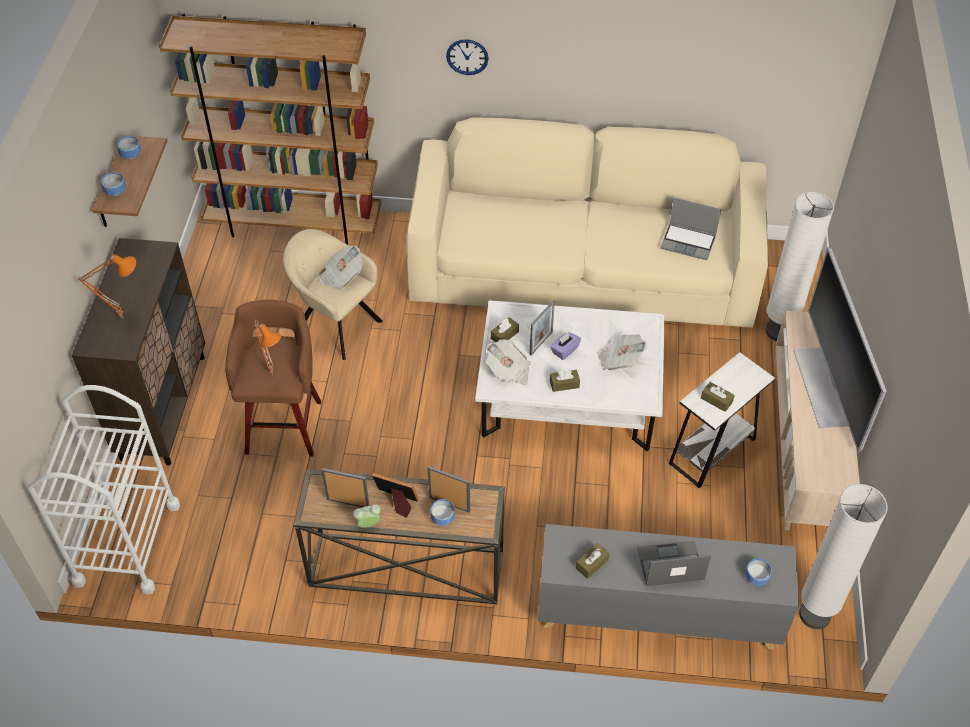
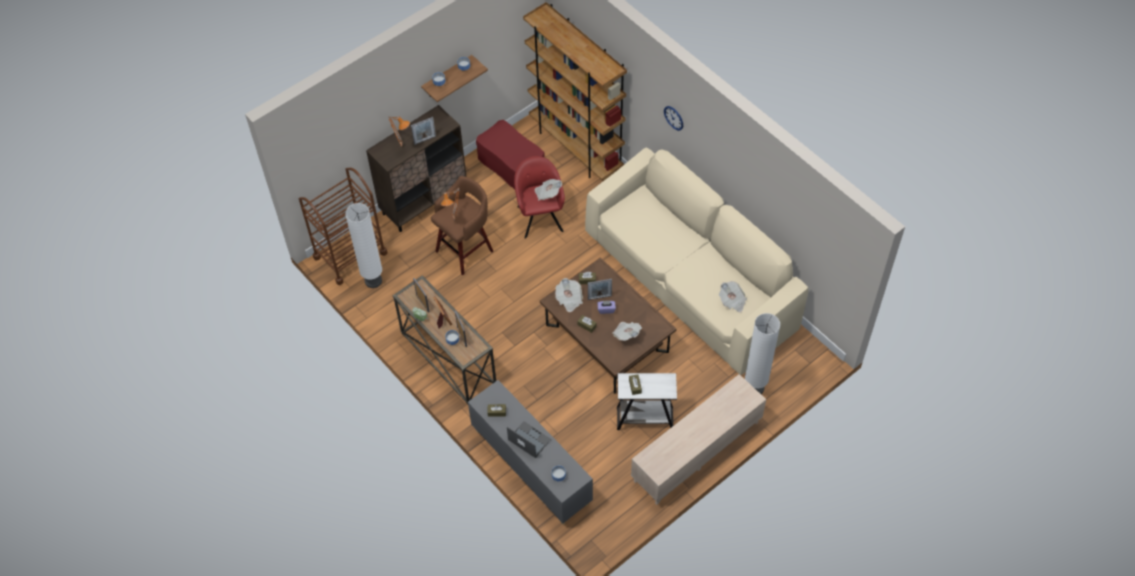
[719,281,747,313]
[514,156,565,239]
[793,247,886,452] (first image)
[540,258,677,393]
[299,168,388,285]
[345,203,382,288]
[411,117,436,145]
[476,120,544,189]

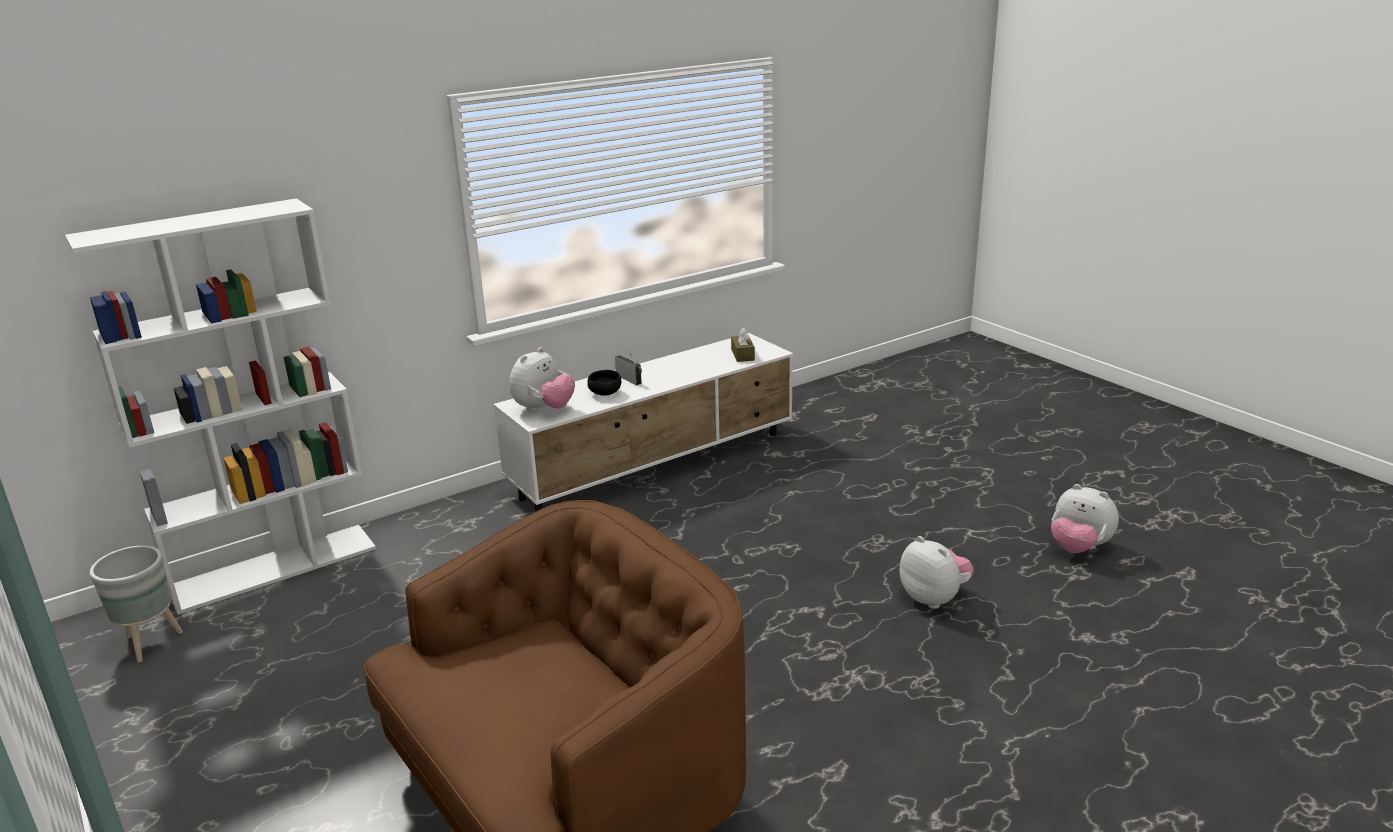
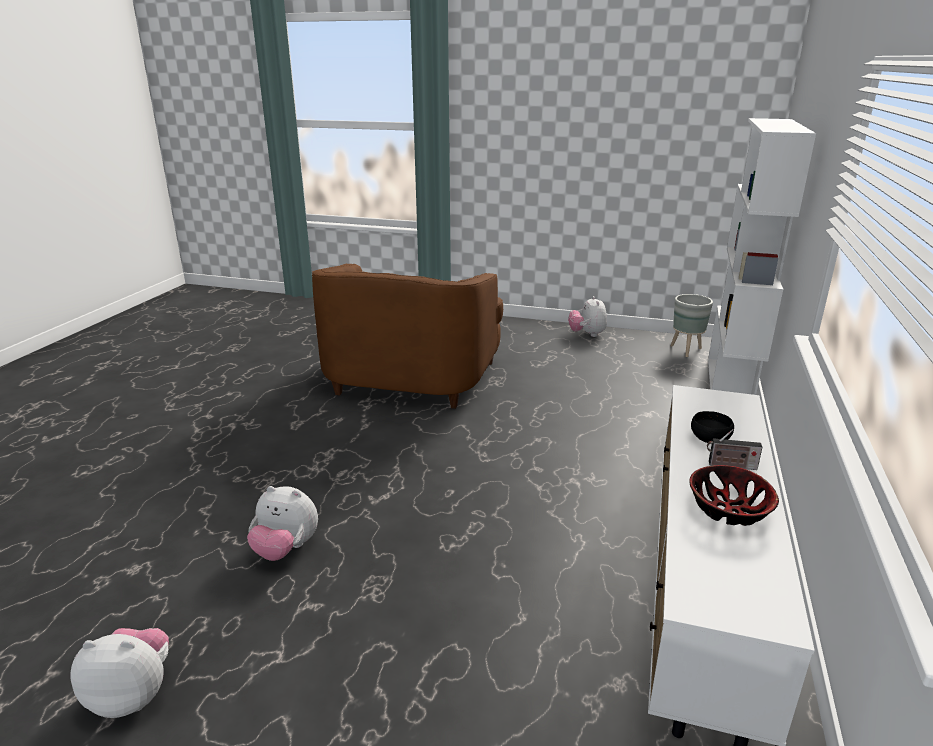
[731,328,755,362] (first image)
[568,296,607,337]
[689,465,779,526]

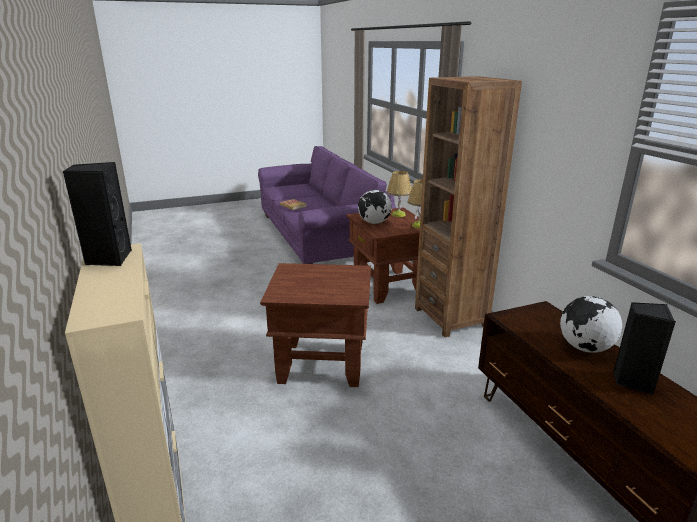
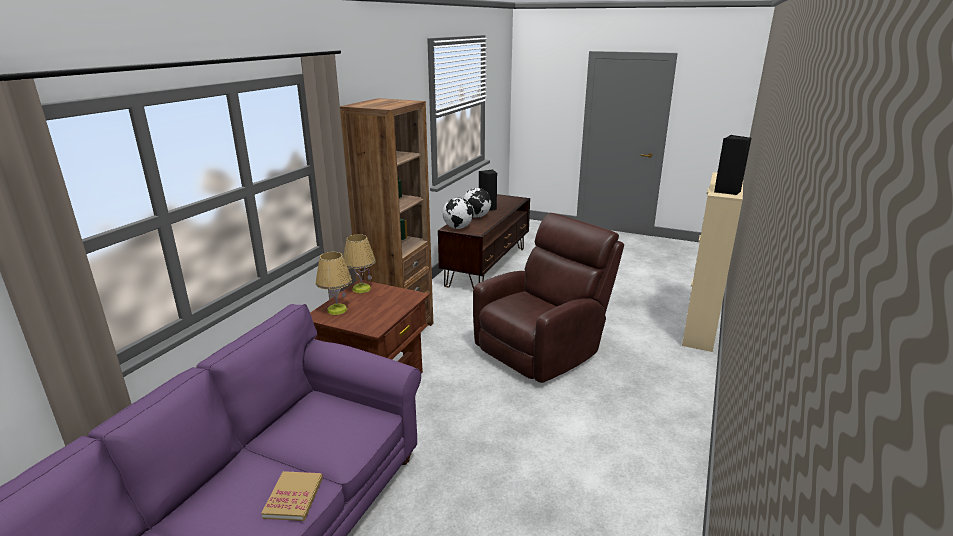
[442,198,473,229]
[473,213,624,383]

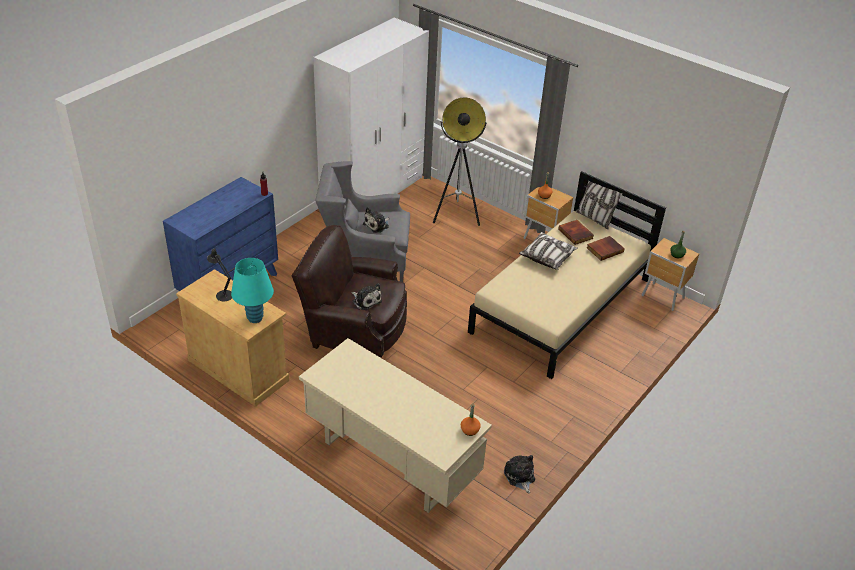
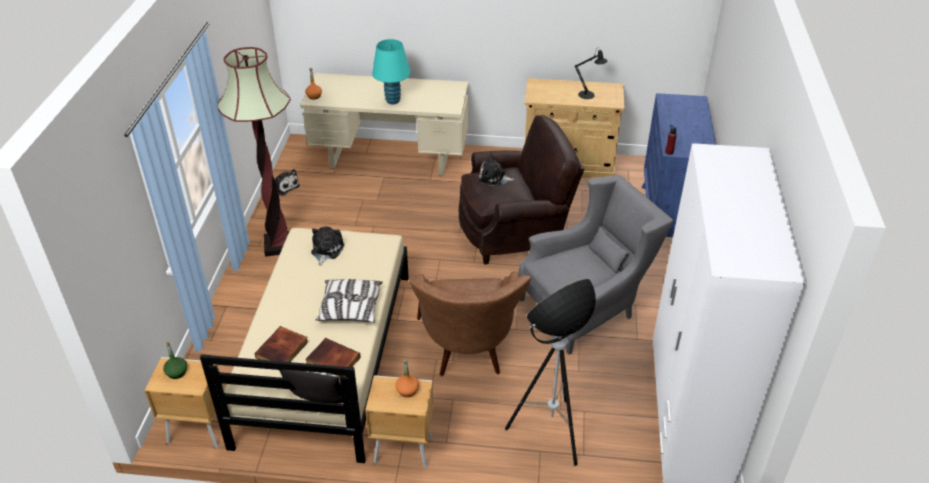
[311,227,344,266]
[372,39,411,105]
[218,47,291,257]
[409,271,531,376]

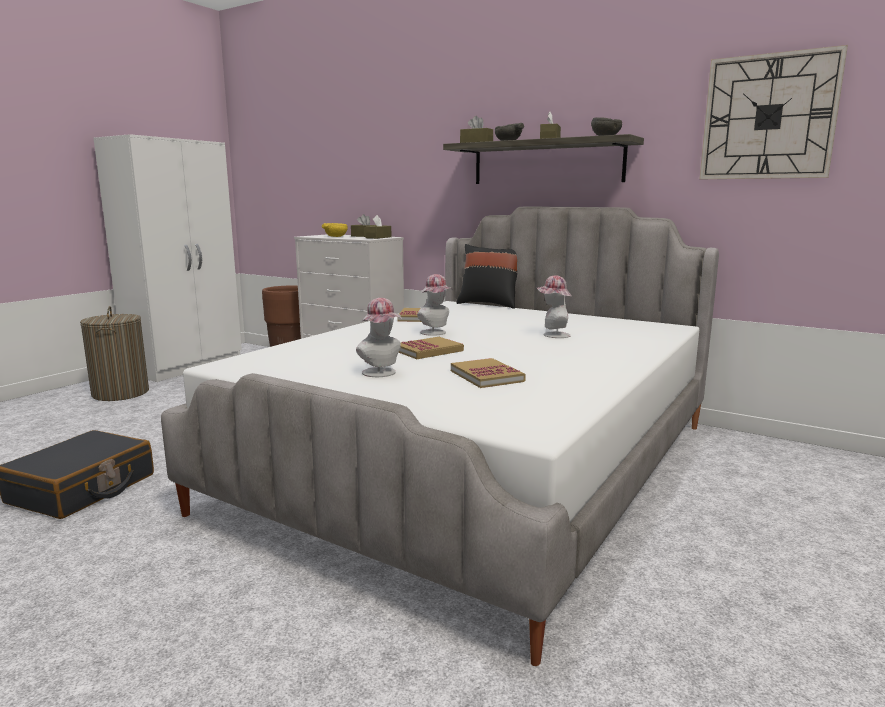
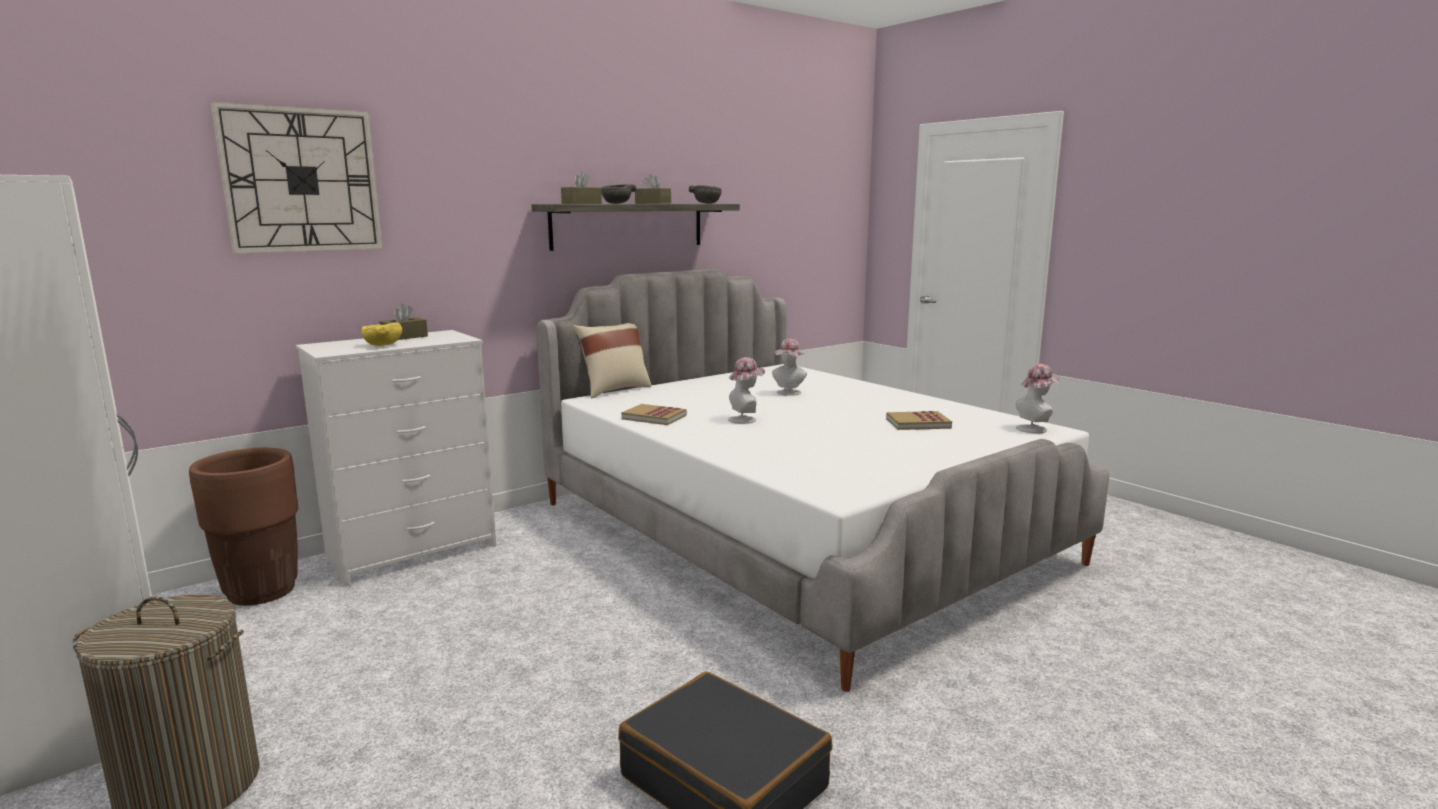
[211,102,383,254]
[365,215,391,239] (first image)
[573,323,651,398]
[1015,364,1059,433]
[398,337,464,359] (first image)

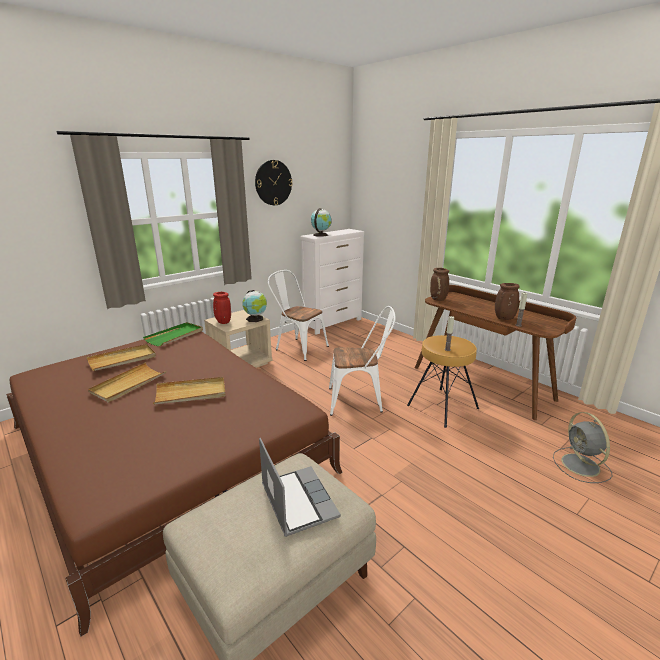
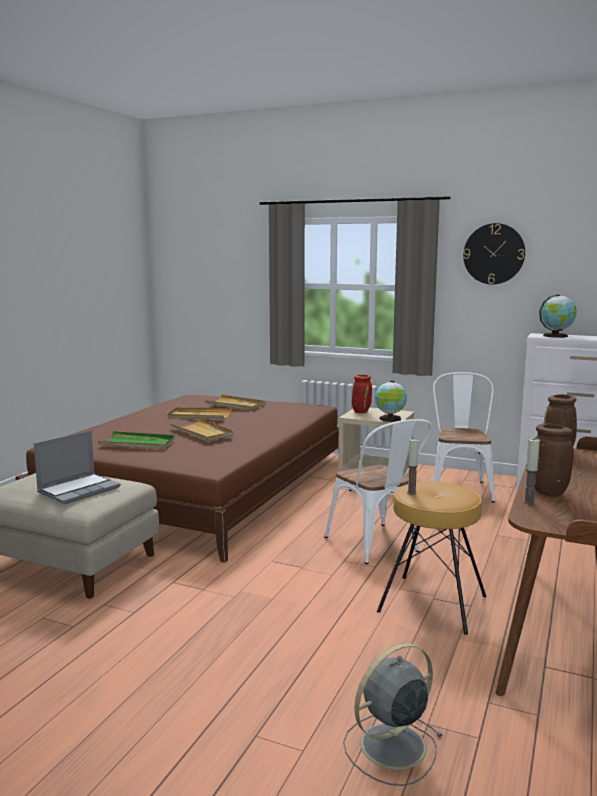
[98,431,175,450]

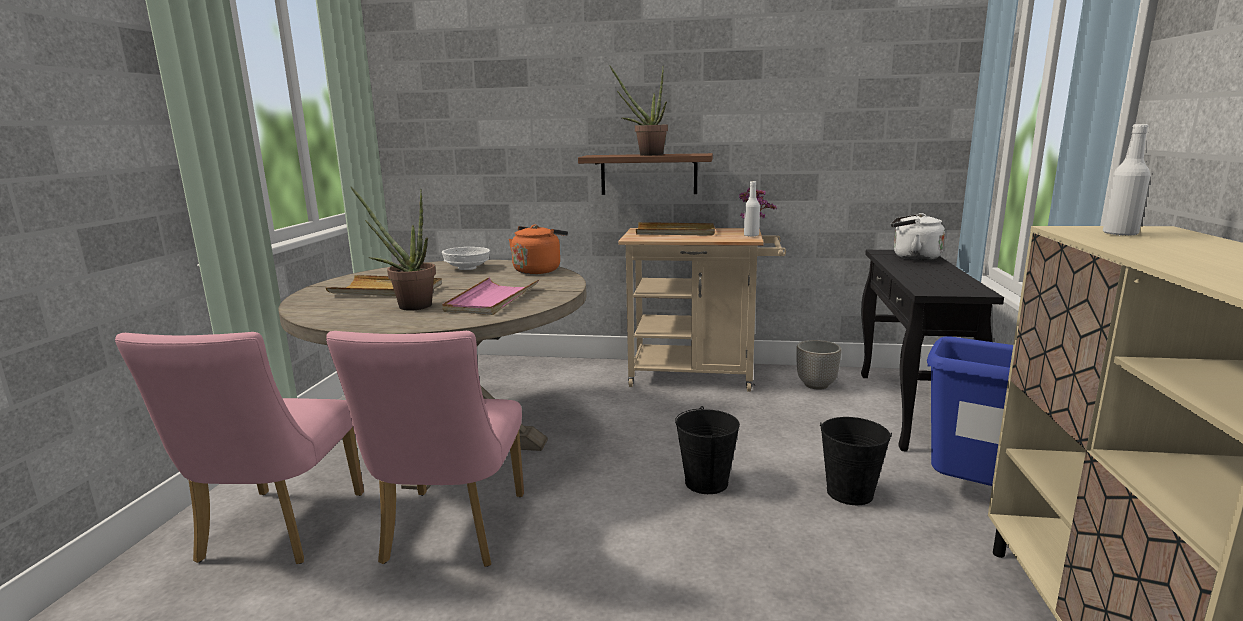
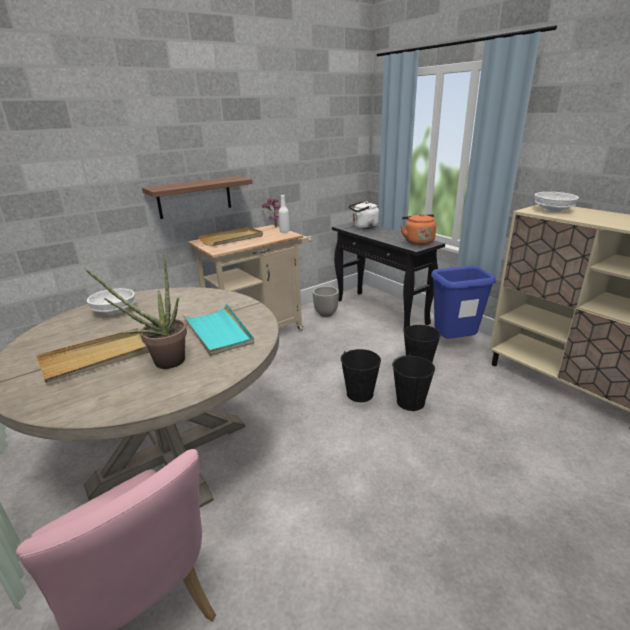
[609,65,668,156] (first image)
[535,192,579,212]
[401,213,436,245]
[182,303,254,356]
[326,331,524,567] (first image)
[392,354,435,411]

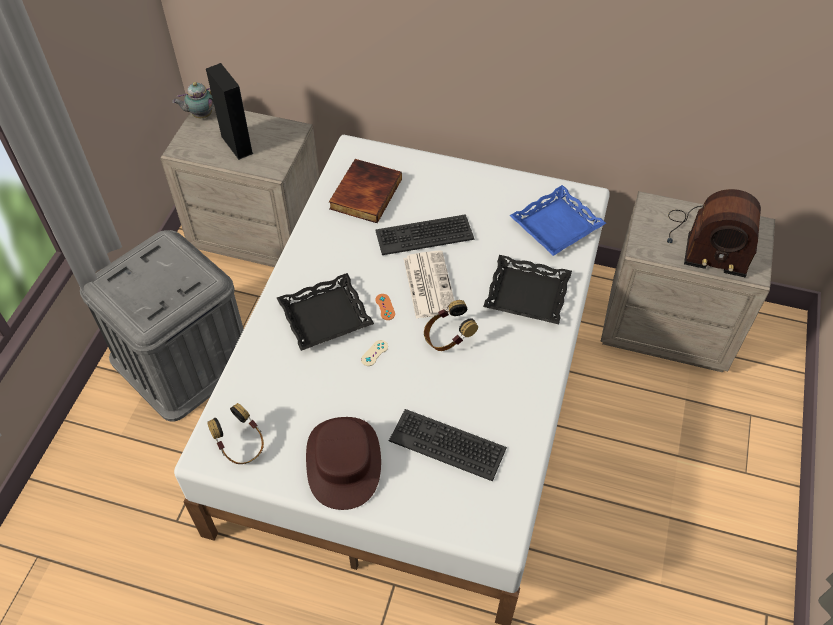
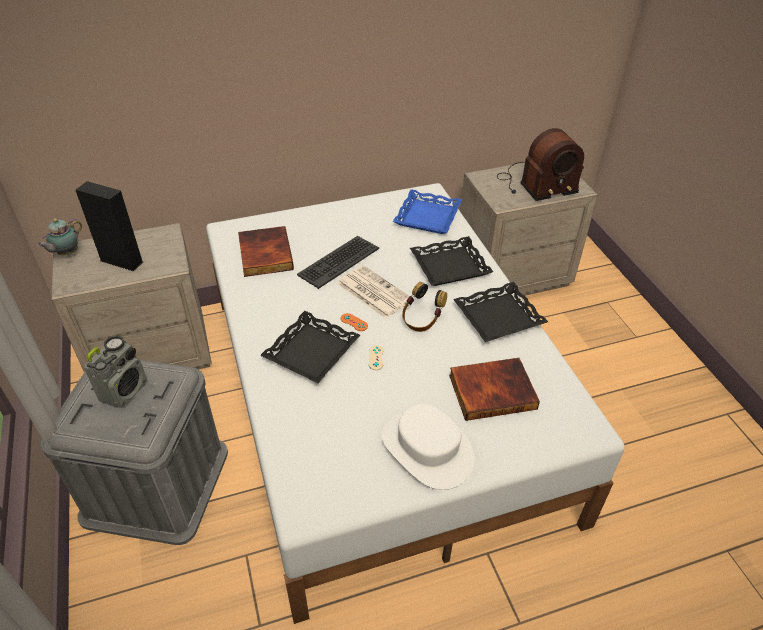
[207,403,264,464] (first image)
[449,358,540,421]
[381,403,475,490]
[453,282,548,342]
[84,336,147,408]

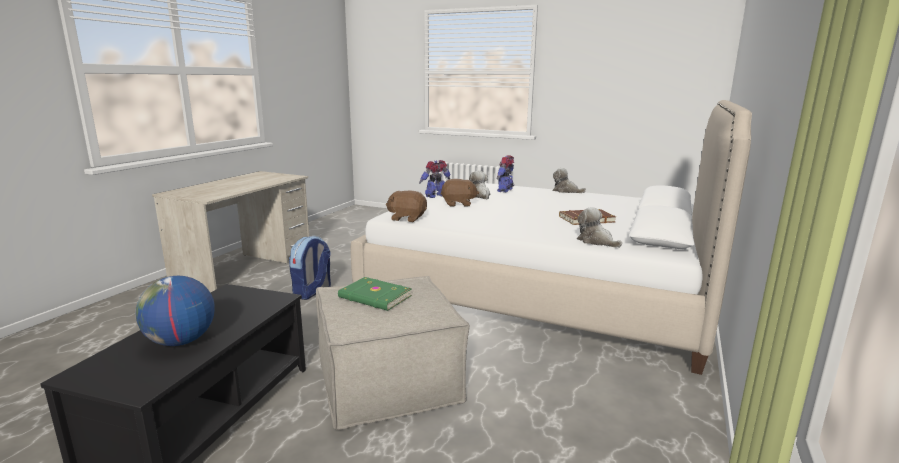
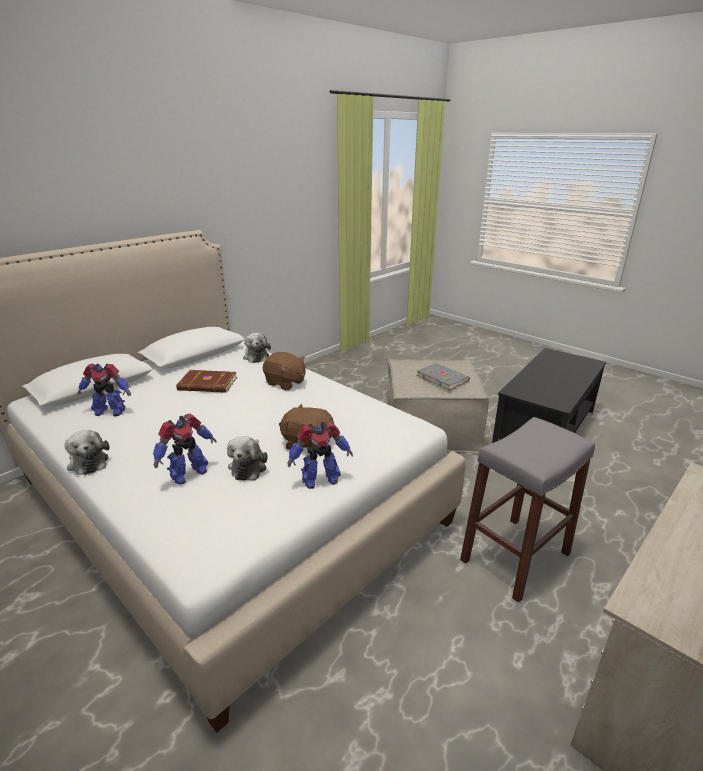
[263,352,306,390]
[460,417,595,603]
[135,276,215,346] (first image)
[416,363,470,391]
[77,364,131,416]

